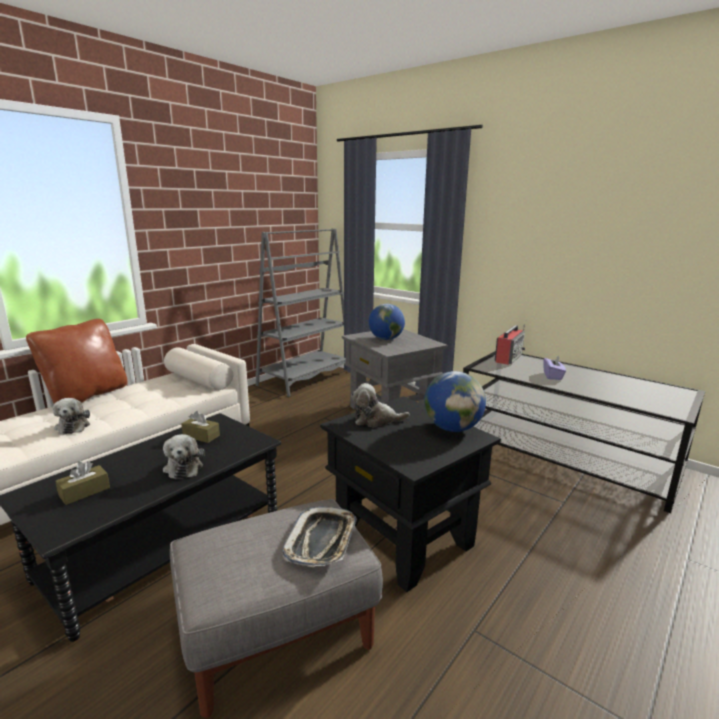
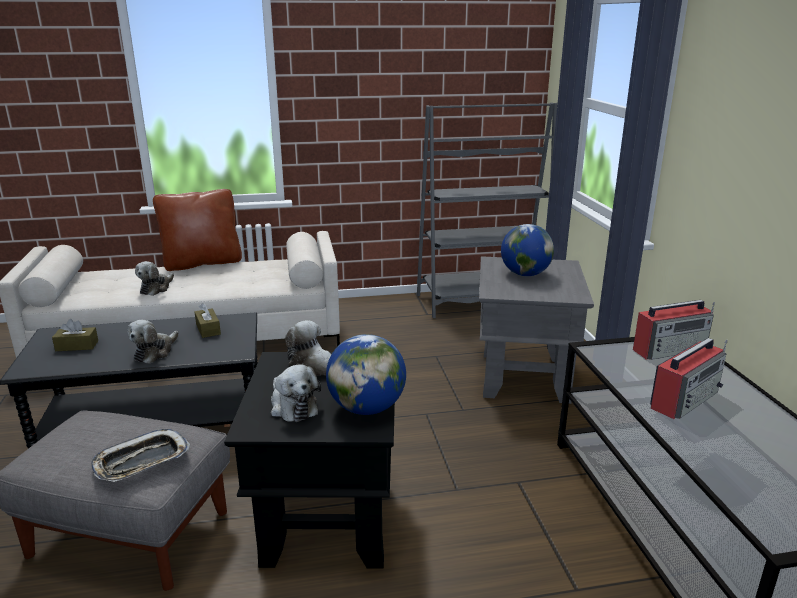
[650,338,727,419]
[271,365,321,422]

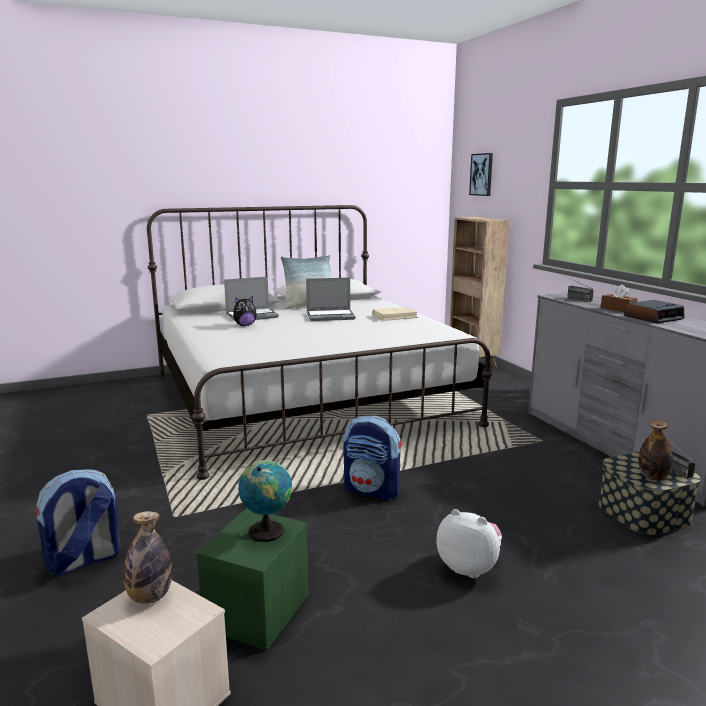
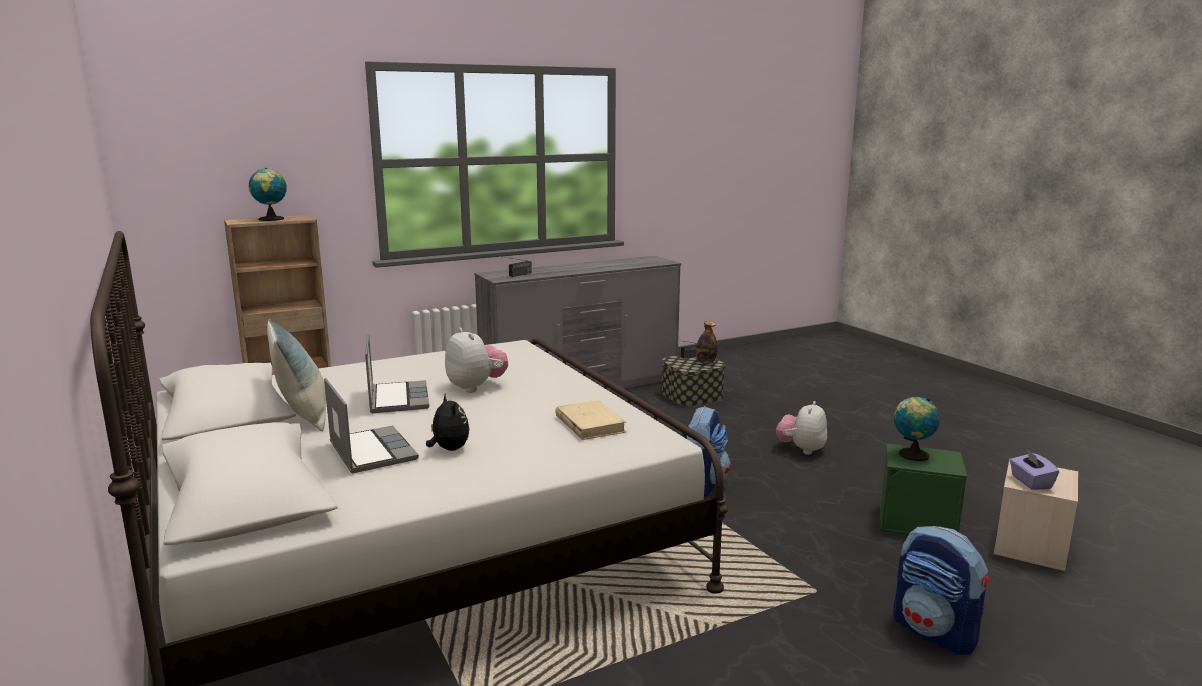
[469,153,493,196] (first image)
[601,284,638,312] (first image)
[624,300,685,324] (first image)
[555,400,626,440]
[1010,449,1059,490]
[249,168,287,221]
[445,328,508,393]

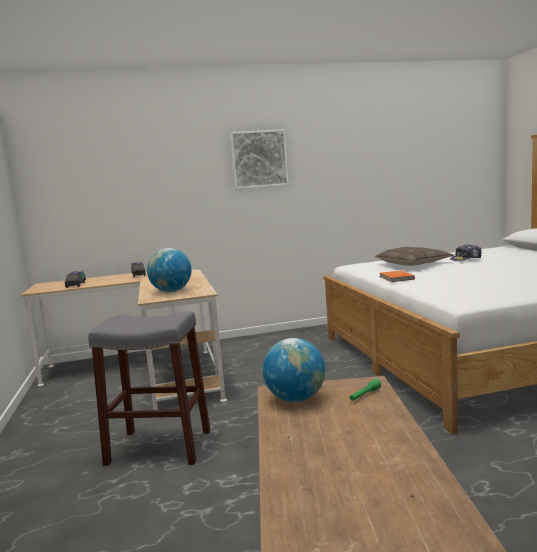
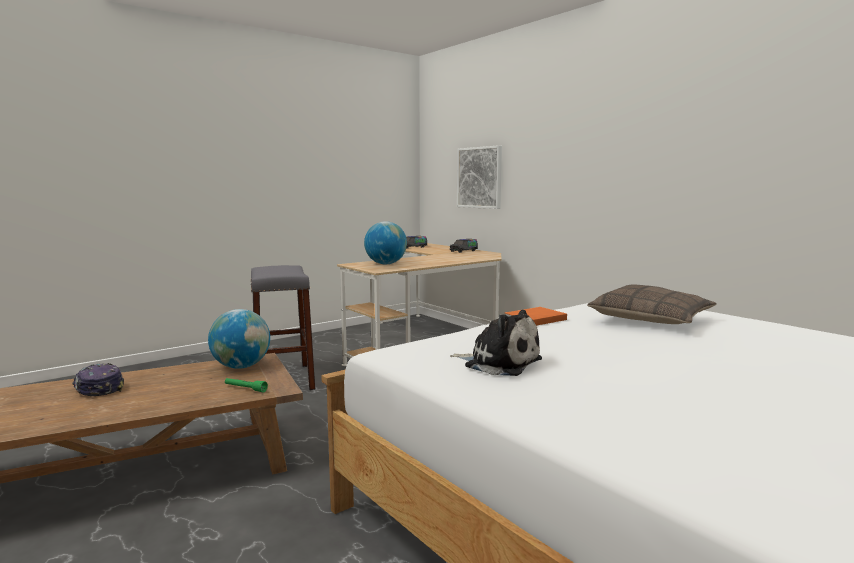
[457,145,502,209]
[72,363,124,396]
[450,310,542,376]

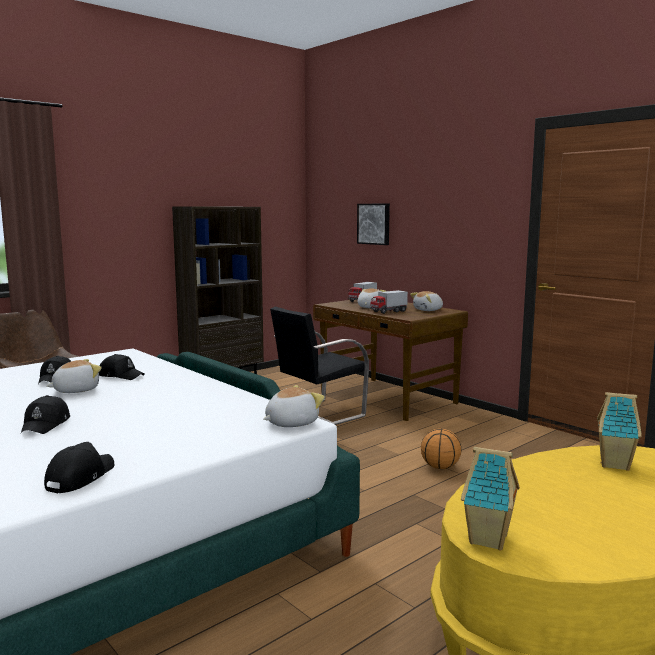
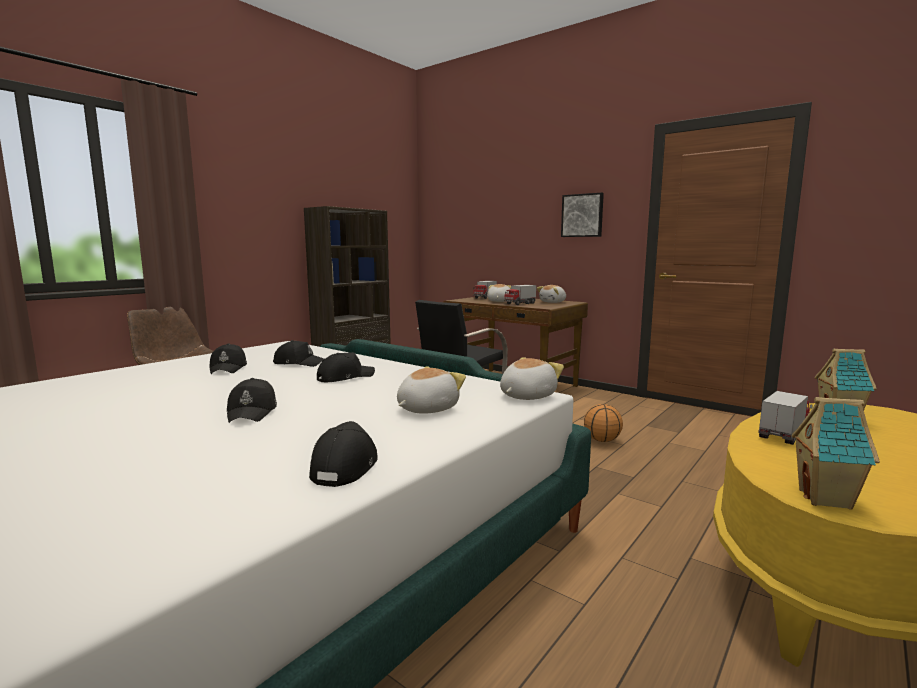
[561,192,604,237]
[397,366,466,414]
[317,352,375,382]
[758,391,813,445]

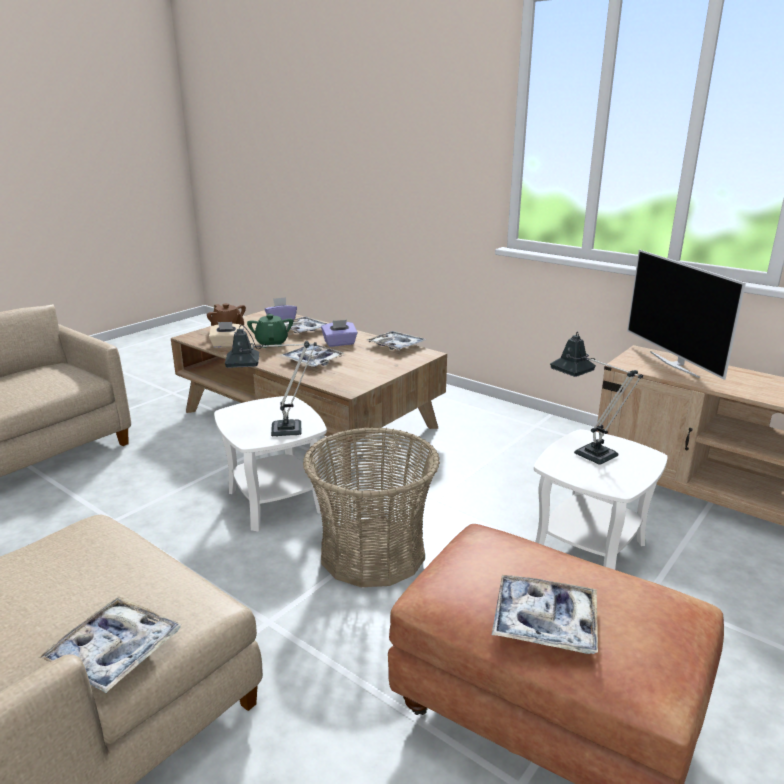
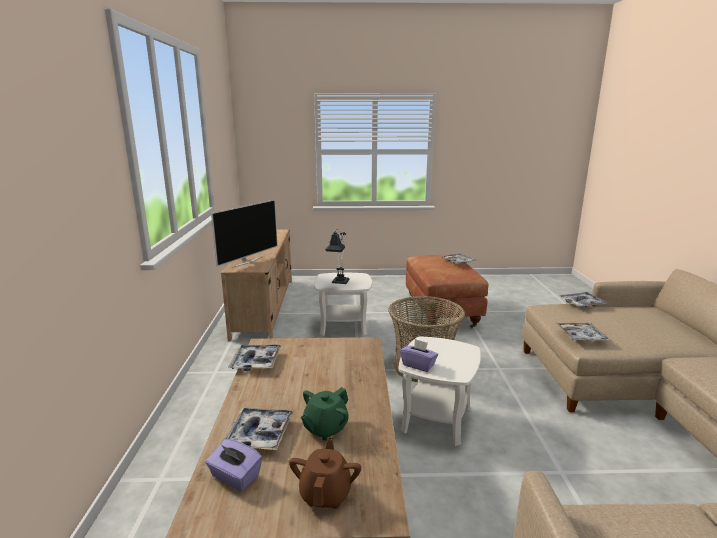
[400,339,438,372]
[209,322,244,348] (first image)
[225,325,317,437] (first image)
[556,323,611,341]

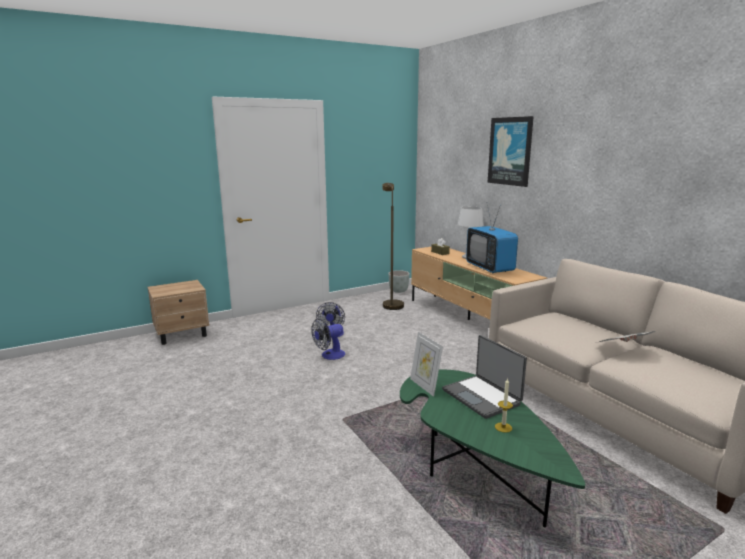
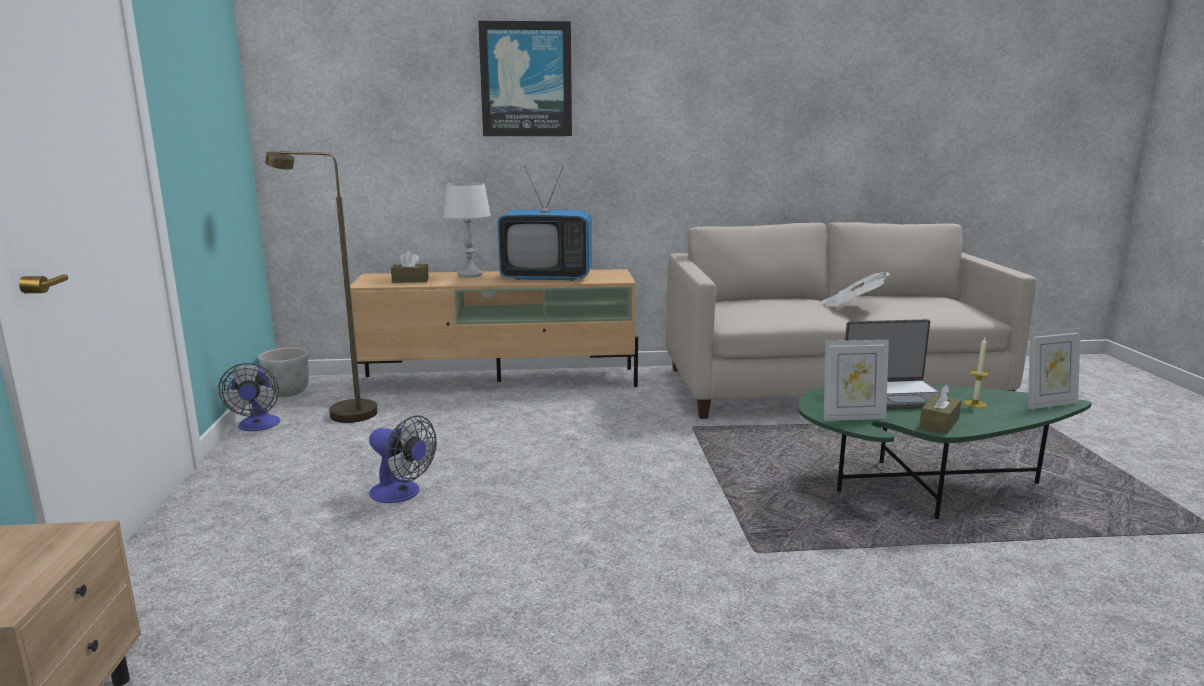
[219,363,280,431]
[1028,328,1081,409]
[919,384,961,434]

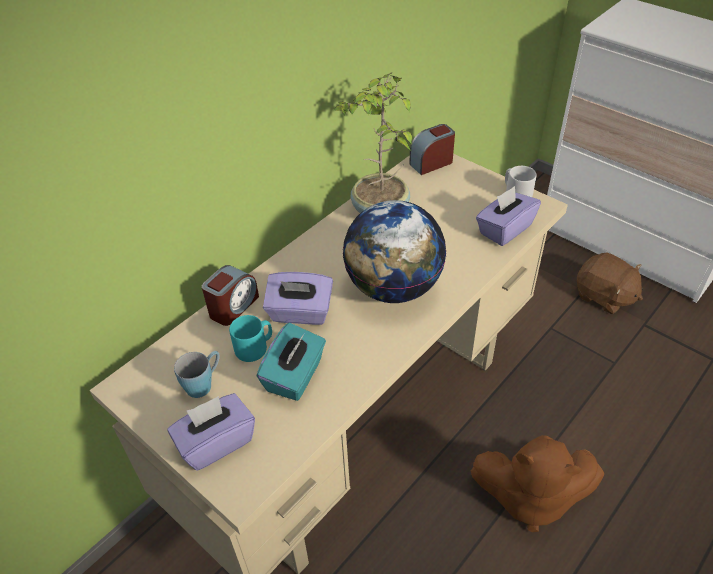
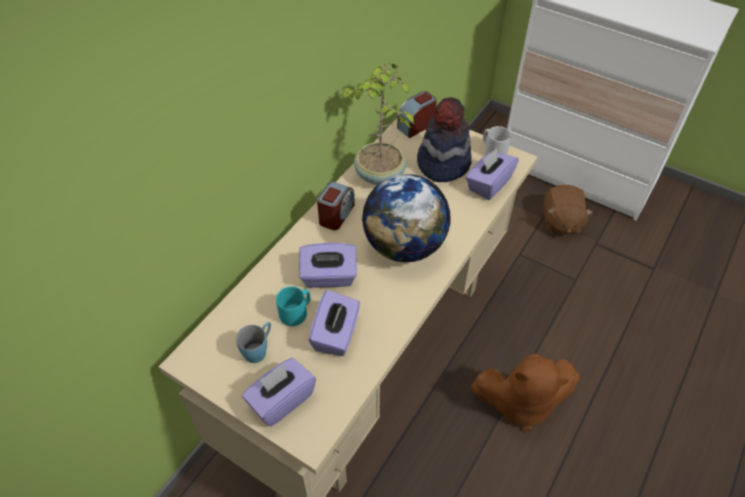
[544,185,593,234]
[317,181,355,230]
[309,290,360,356]
[417,97,472,182]

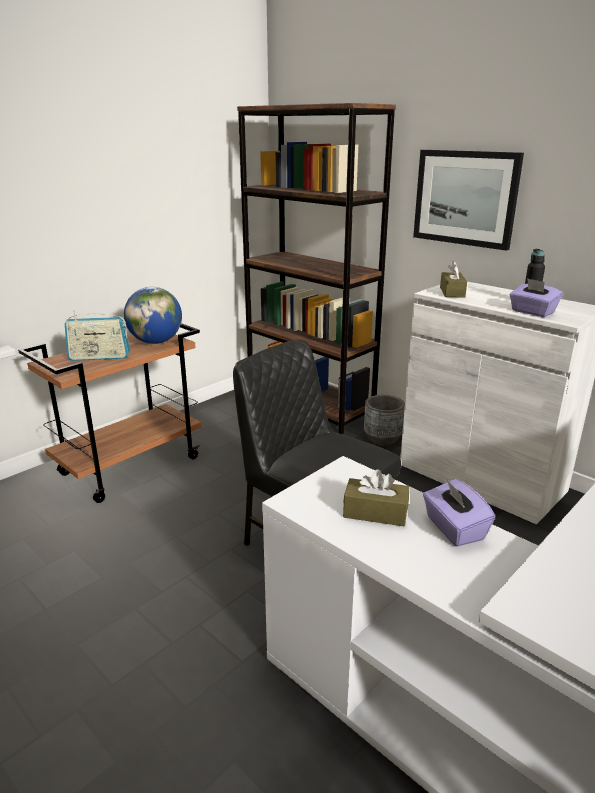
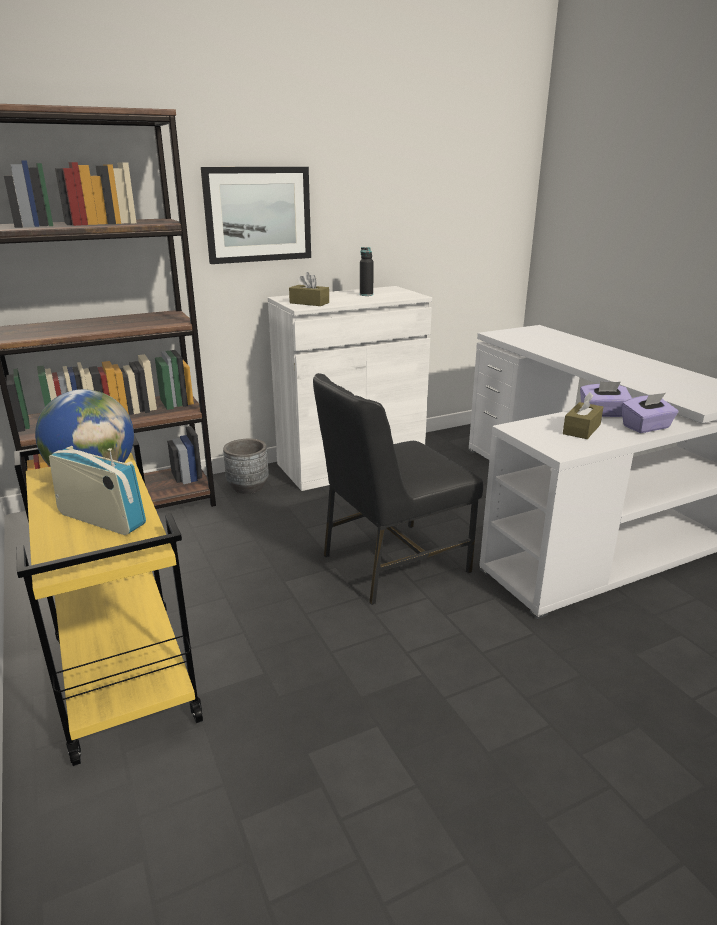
[622,393,678,433]
[49,446,146,535]
[14,435,203,766]

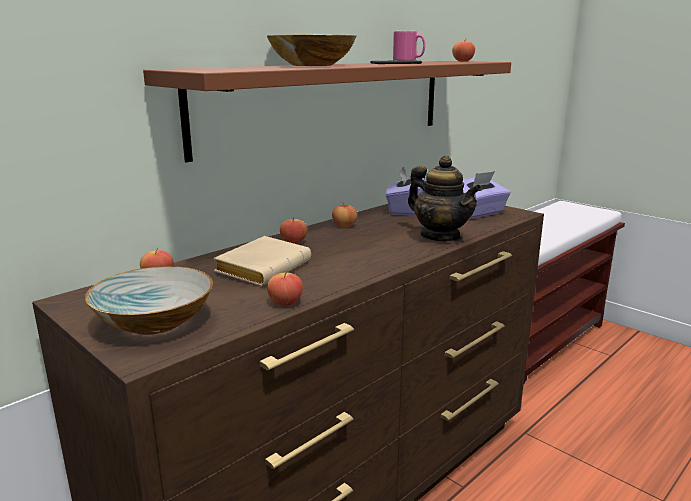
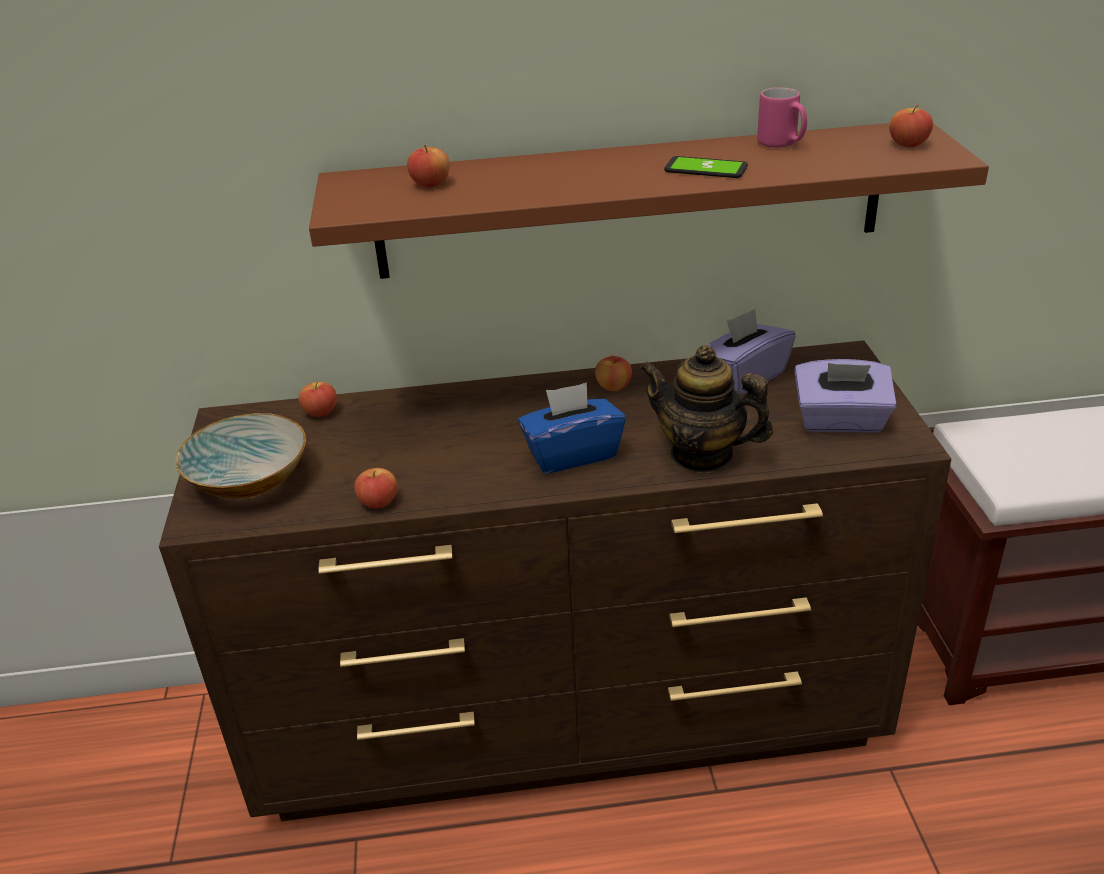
[267,35,356,66] (first image)
[640,345,773,473]
[407,145,450,187]
[214,236,311,286] (first image)
[518,383,626,474]

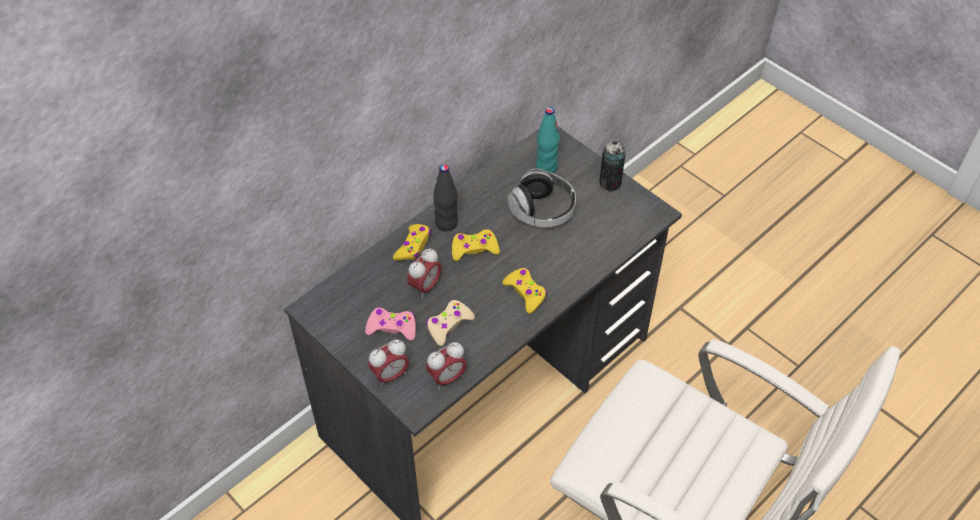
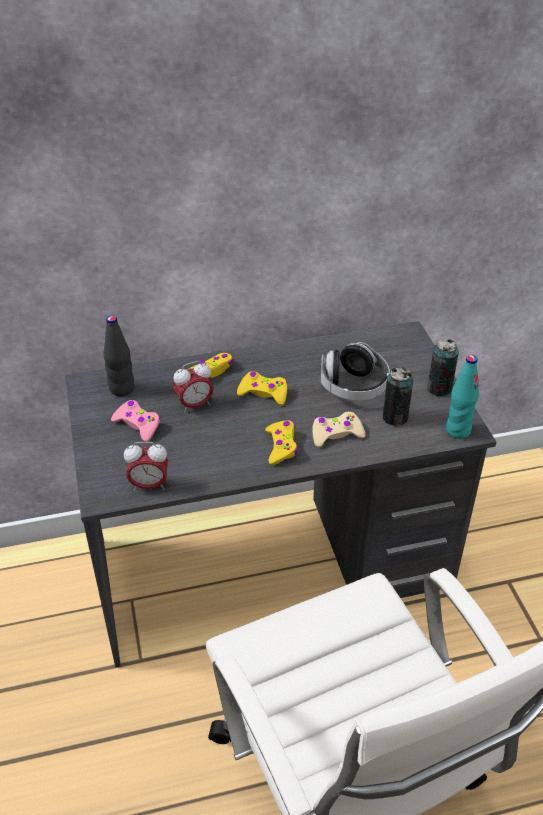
[446,355,479,439]
[103,315,134,396]
[312,412,365,447]
[368,339,409,387] (first image)
[383,367,413,426]

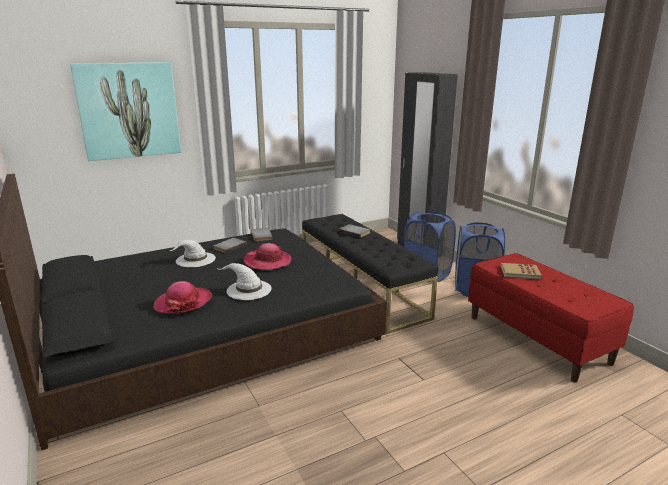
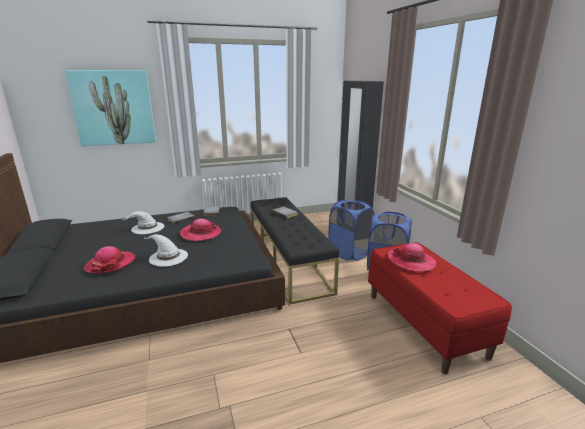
[388,243,436,272]

